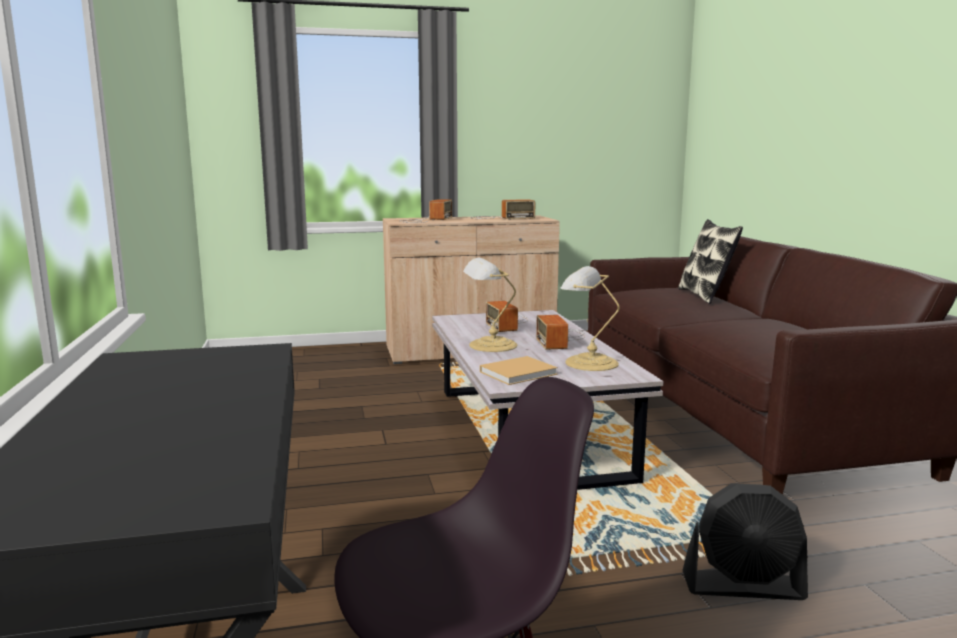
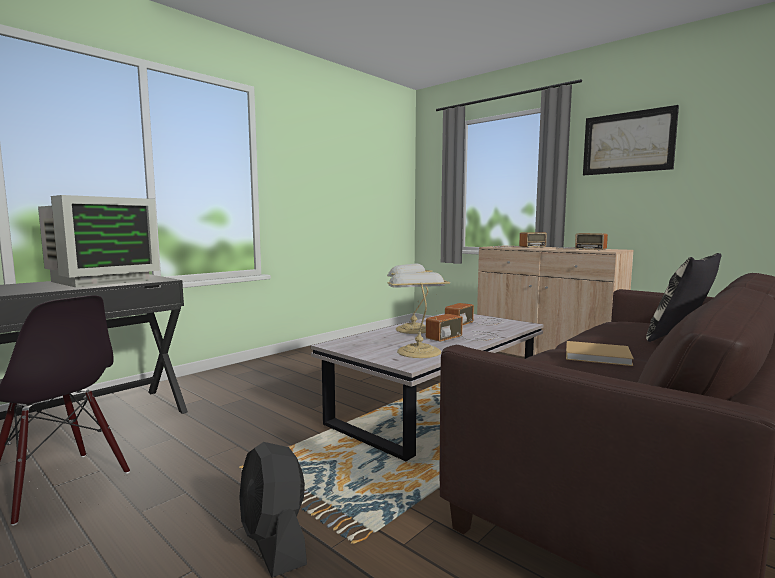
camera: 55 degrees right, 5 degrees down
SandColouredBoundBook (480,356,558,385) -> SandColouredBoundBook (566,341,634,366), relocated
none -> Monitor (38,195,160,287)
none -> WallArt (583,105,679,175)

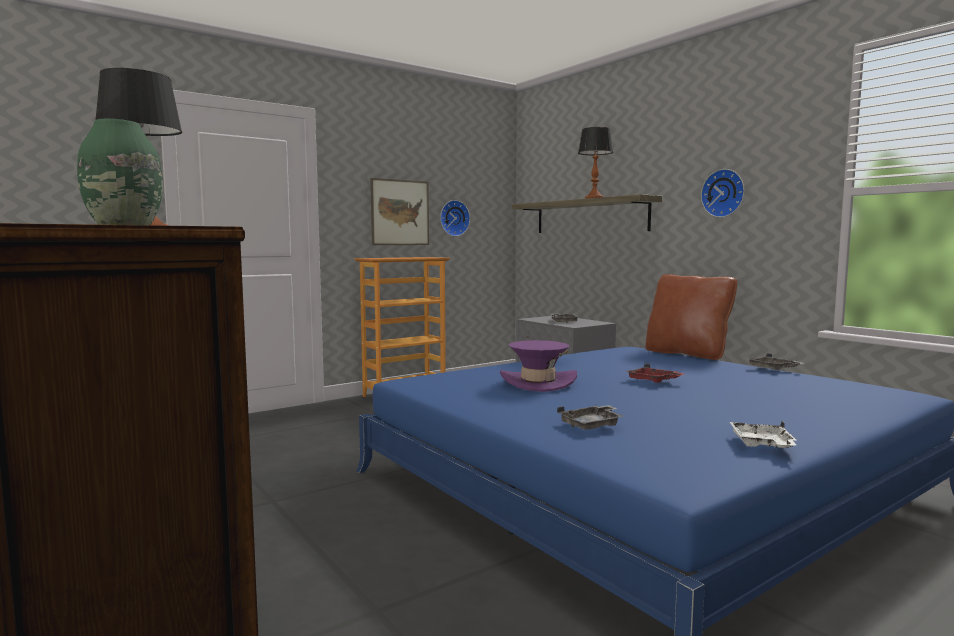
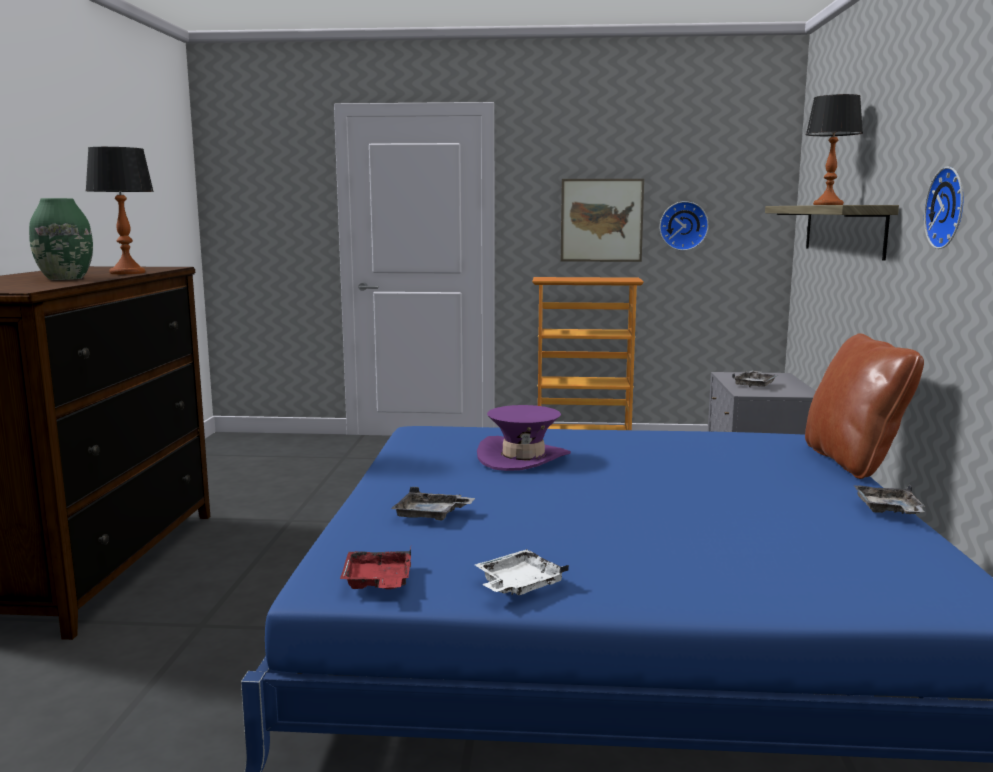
camera: 40 degrees right, 5 degrees up
RedCarryingTray (625,364,684,383) -> RedCarryingTray (340,547,411,589), relocated

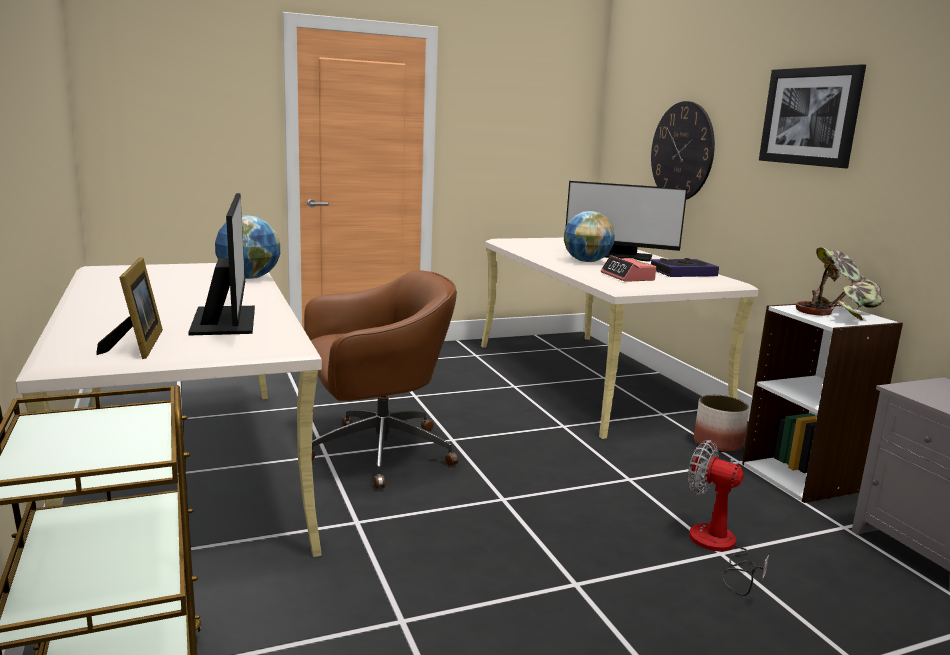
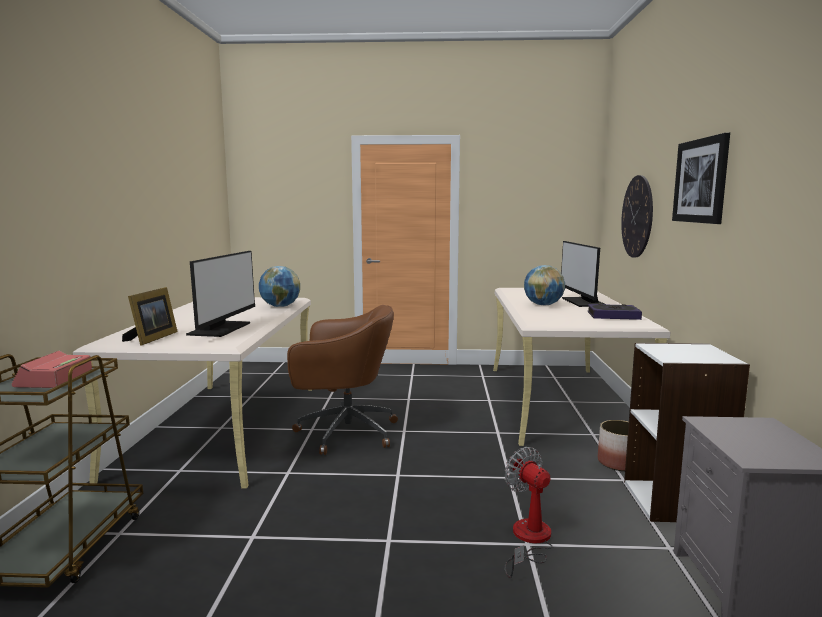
camera: 25 degrees right, 5 degrees down
Monitor (566,181,687,262) -> Monitor (561,241,607,307), 45 degrees clockwise
BedsideClock (601,255,656,282) -> BedsideClock (12,351,92,388), relocated
PottedPlant (796,247,884,320) -> none

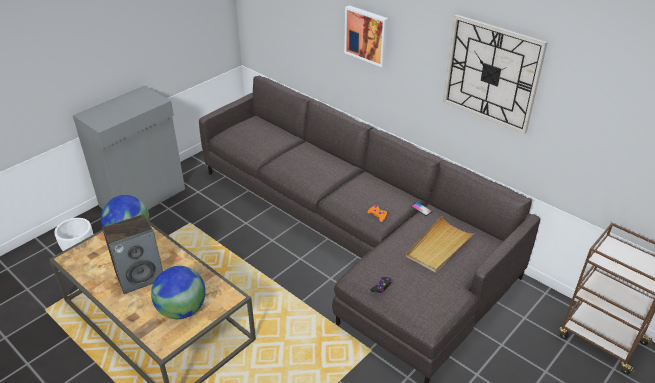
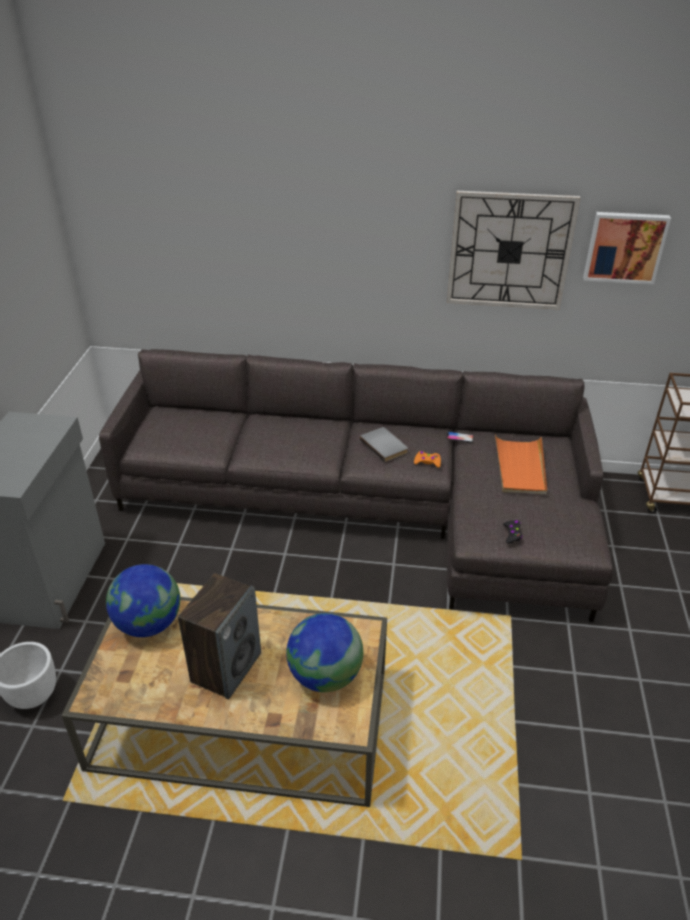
camera: 35 degrees left, 0 degrees up
WallArt (344,5,389,67) -> WallArt (583,212,671,284), relocated
SandColouredCarryingTray (406,216,476,273) -> OrangeColouredCarryingTray (495,435,547,495)
none -> GreyBoundBook (360,427,408,462)

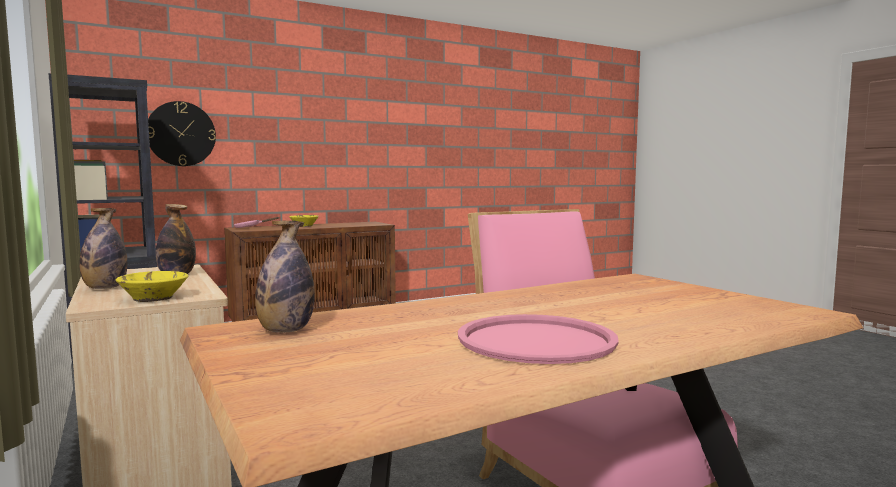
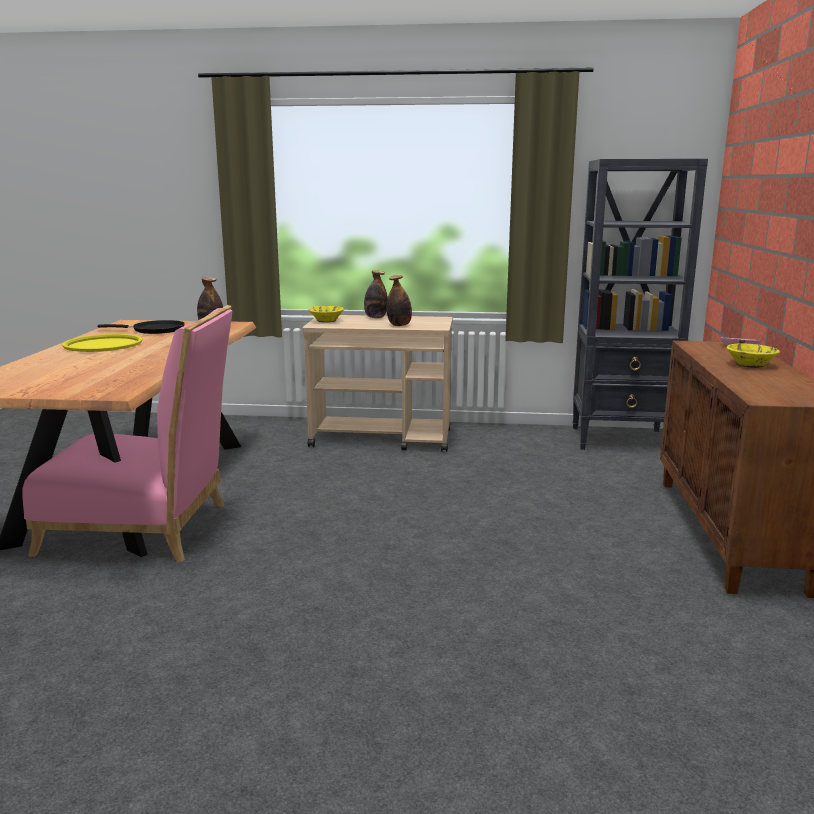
camera: 125 degrees right, 10 degrees up
ClockOnTheWall (148,101,216,166) -> none
PinkishCarryingTray (458,314,619,364) -> YellowishCarryingTray (62,334,143,352)
none -> BlackishFryingPan (98,320,185,334)

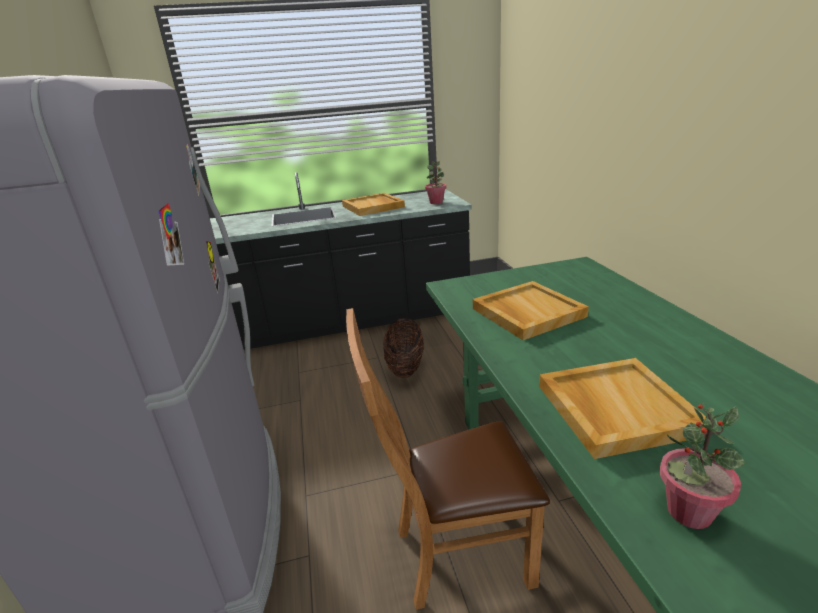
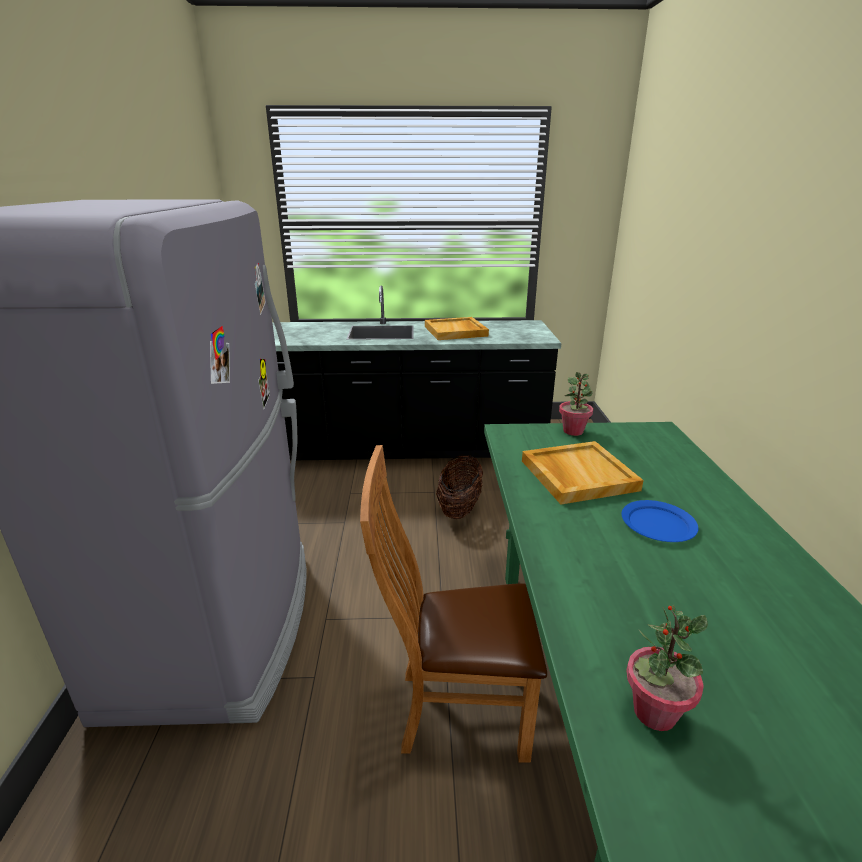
camera: 10 degrees right, 0 degrees up
PottedPlant (425,161,446,204) -> PottedPlant (559,372,593,436), relocated
SandColouredCarryingTray (539,358,705,459) -> none
none -> BlueFlatDish (622,500,698,542)

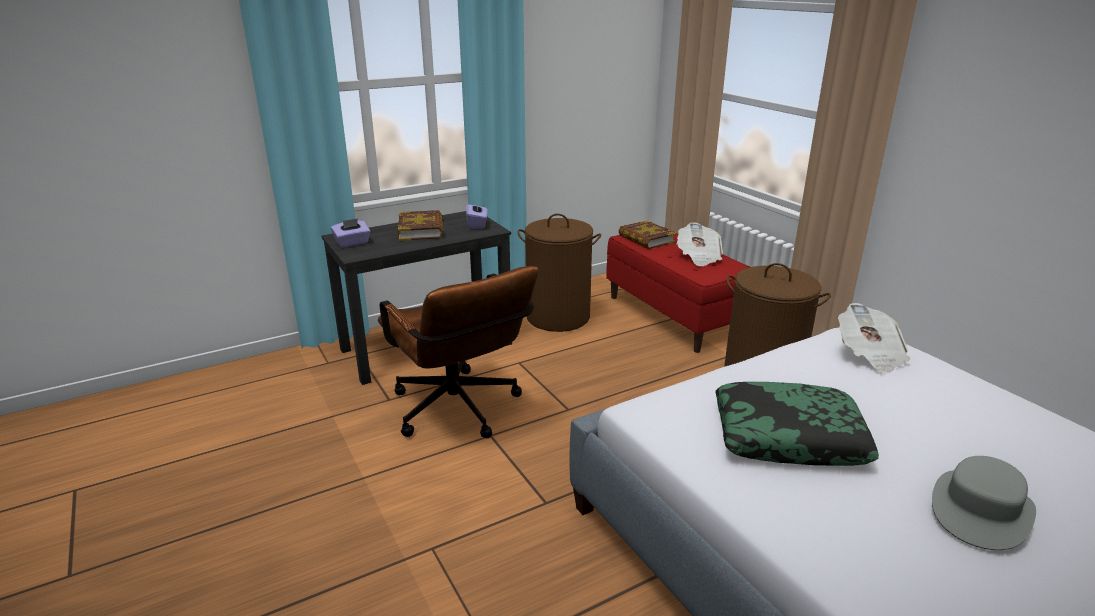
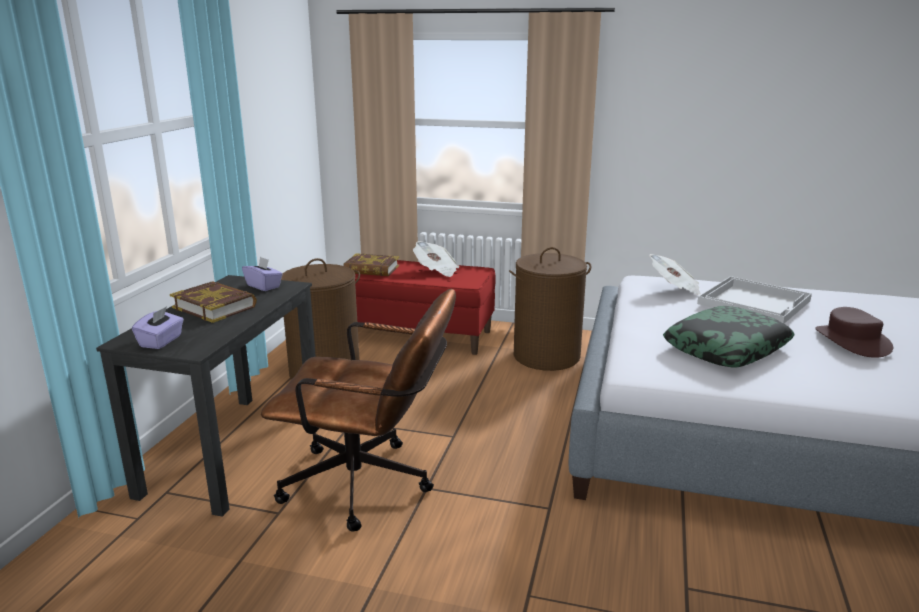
camera: 45 degrees left, 5 degrees down
GreyClothingHat (932,456,1036,550) -> BrownishClothingHat (815,307,893,358)
none -> WhiteColouredCarryingTray (697,276,812,324)

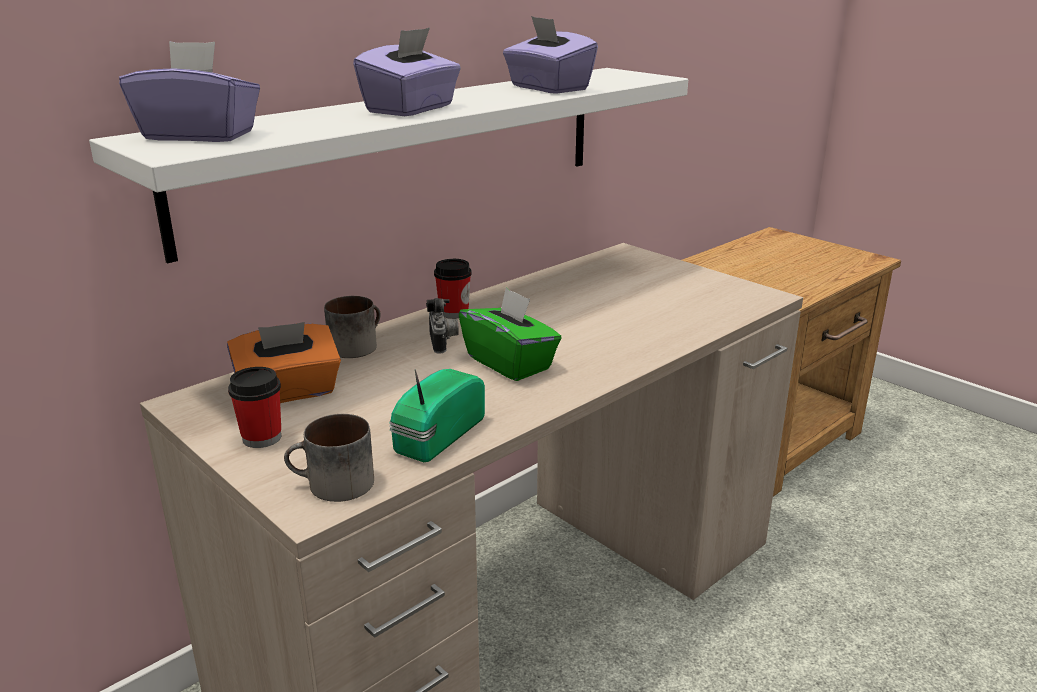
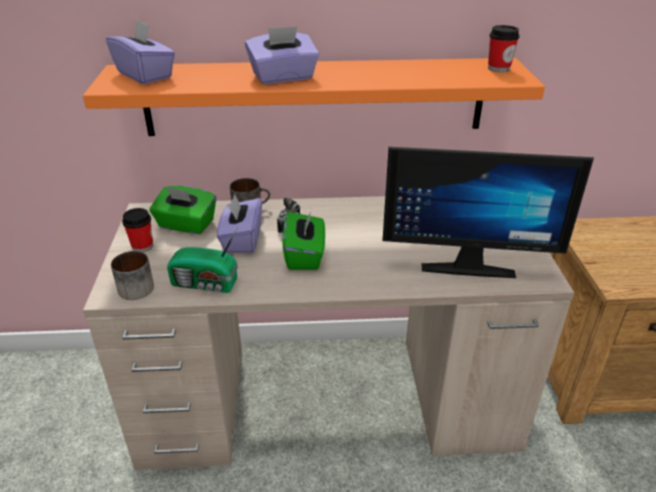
camera: 40 degrees right, 10 degrees up
WhiteColouredBracketShelf (89,68,688,263) -> OrangeColouredBracketShelf (83,58,545,136)
OrangeColouredTissueBox (227,322,341,403) -> GreenishTissueBox (149,186,216,234)
RadioReceiver (389,369,485,462) -> RadioReceiver (167,227,238,293), 150 degrees counterclockwise
SmallCup (434,259,472,319) -> SmallCup (488,25,520,72), relocated
PurplishTissueBox (503,16,598,94) -> PurplishTissueBox (217,194,262,253), relocated
none -> Monitor (382,147,594,278)

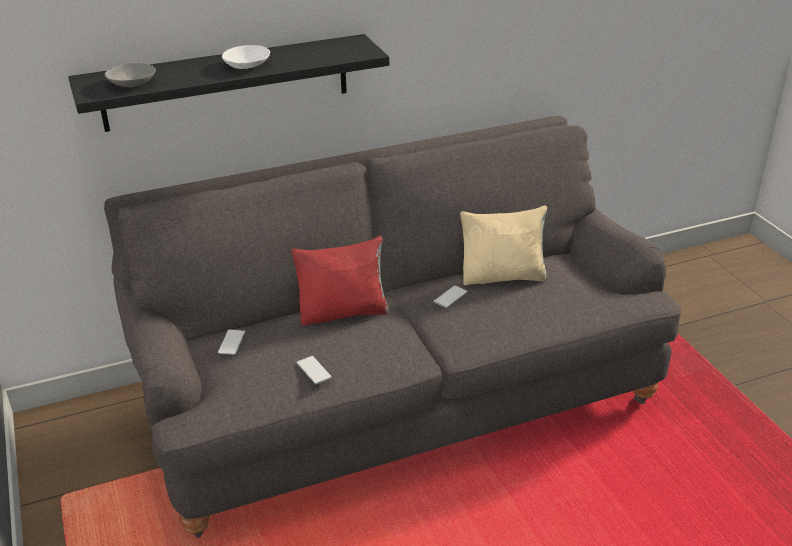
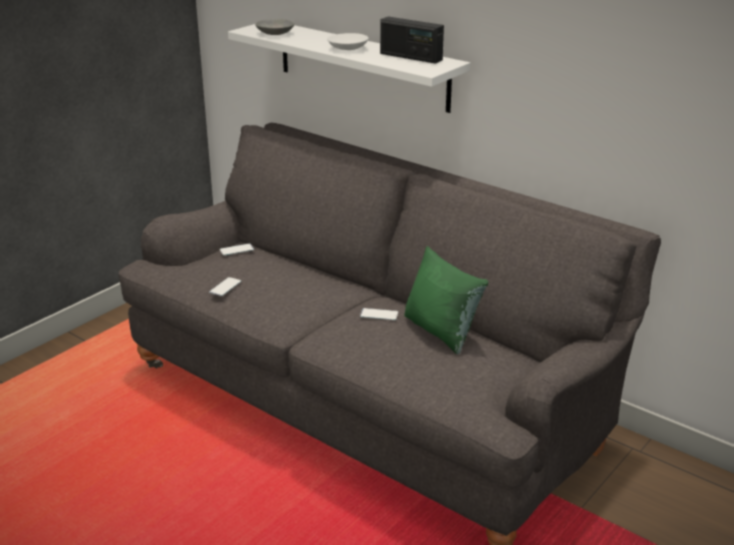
camera: 60 degrees right, 5 degrees down
BlackishBracketShelf (68,34,389,132) -> WhiteColouredBracketShelf (228,24,470,113)
RedPillow (291,236,389,326) -> none
SandColouredPillow (460,205,547,285) -> GreenishPillow (404,246,489,354)
none -> RadioReceiver (380,17,444,64)

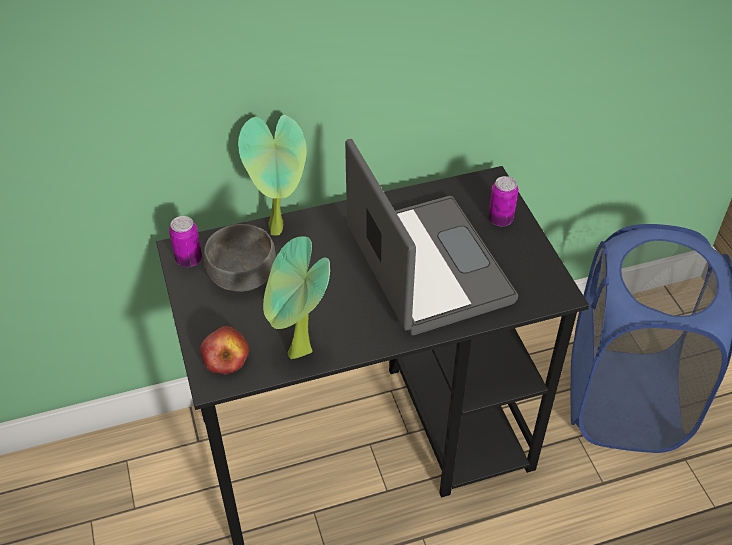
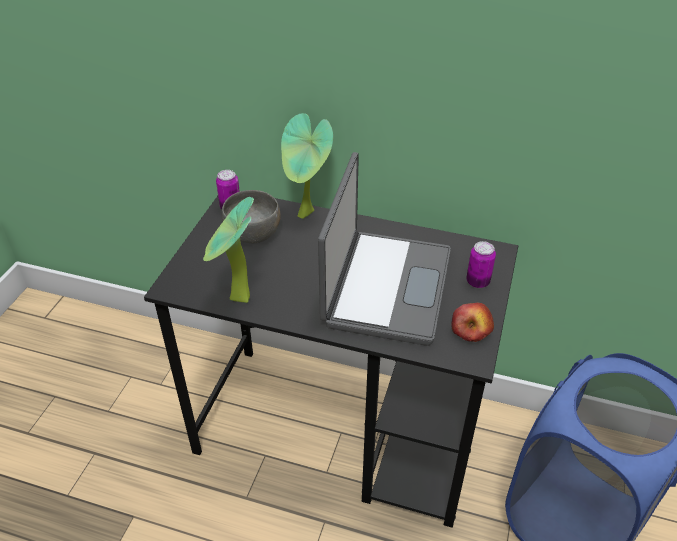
camera: 35 degrees right, 5 degrees down
AppleFruit (200,326,250,374) -> AppleFruit (451,303,494,342), relocated

